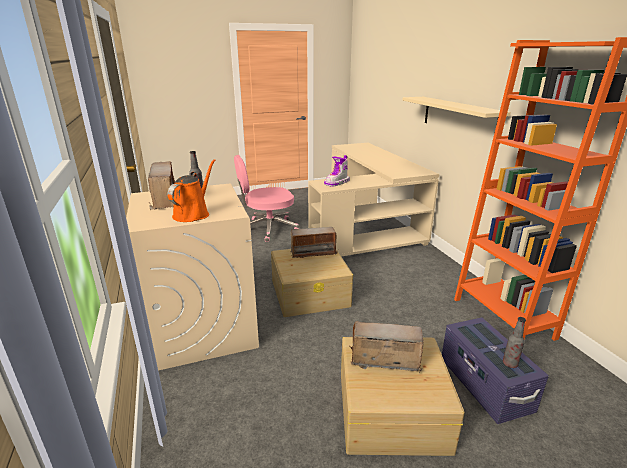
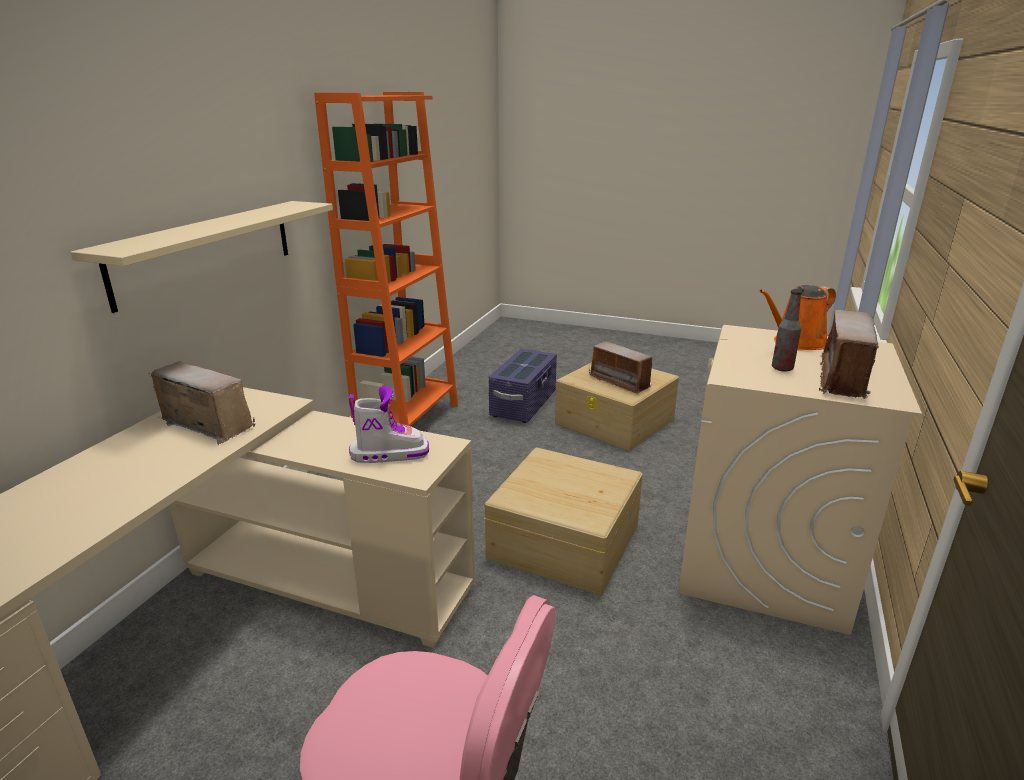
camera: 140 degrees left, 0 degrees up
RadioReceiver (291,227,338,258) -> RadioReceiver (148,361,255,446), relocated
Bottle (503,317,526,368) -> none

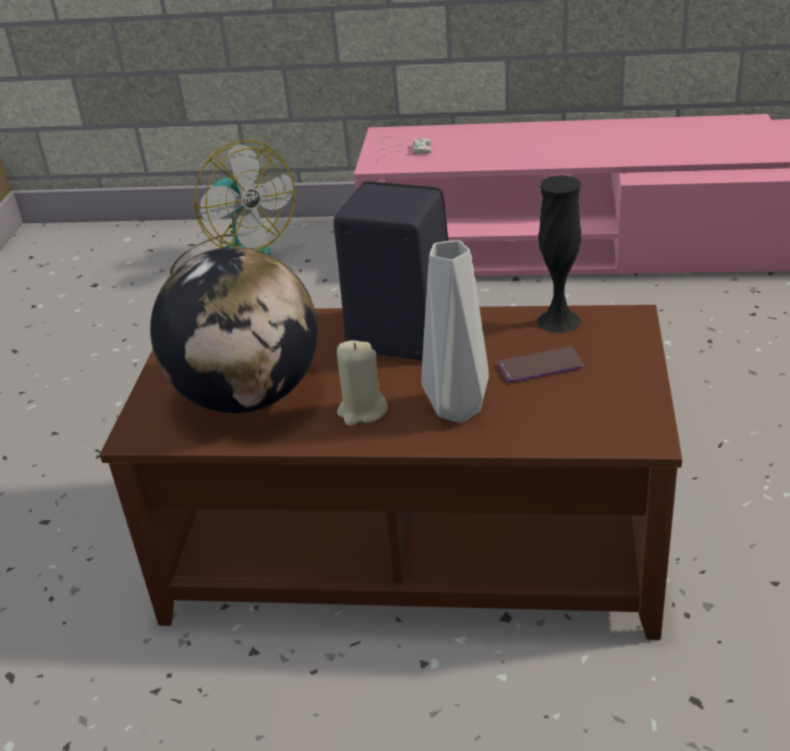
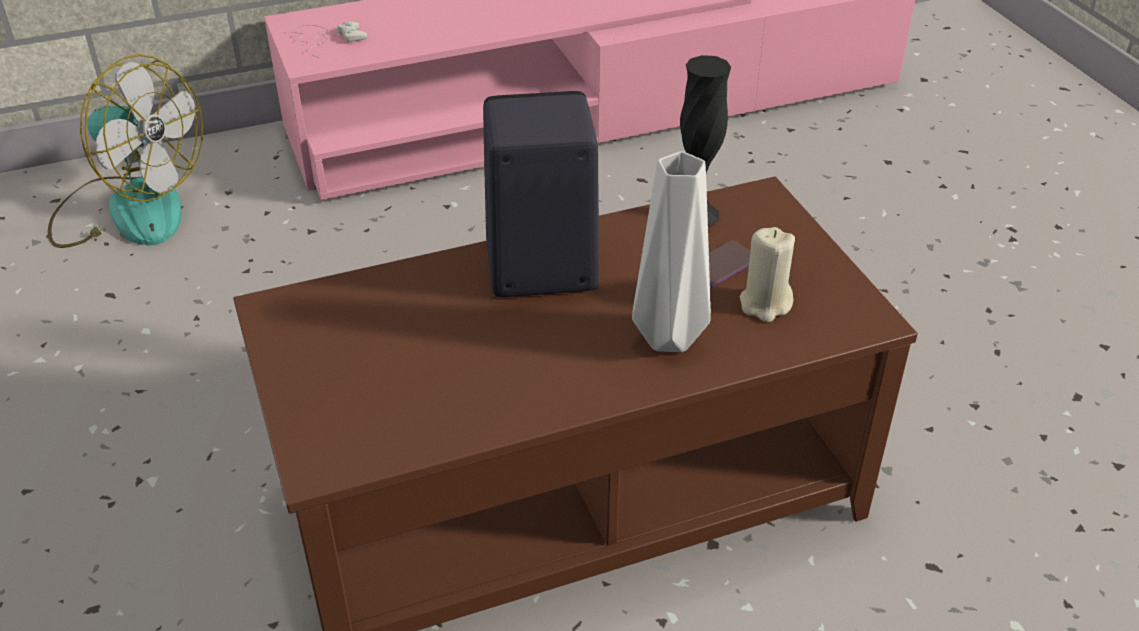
camera: 30 degrees left, 5 degrees up
WorldGlobe (150,247,318,413) -> none
SandColouredCandle (337,340,388,426) -> SandColouredCandle (740,227,795,322), relocated

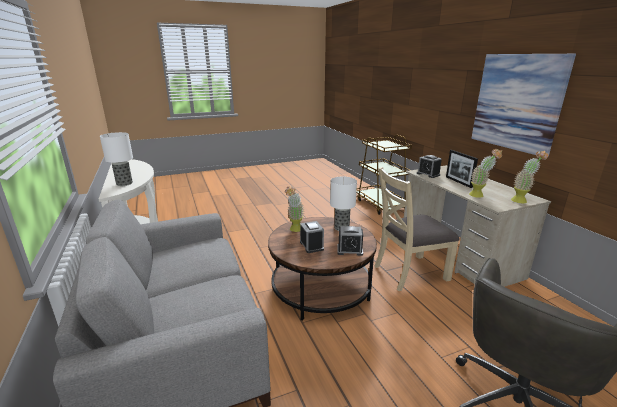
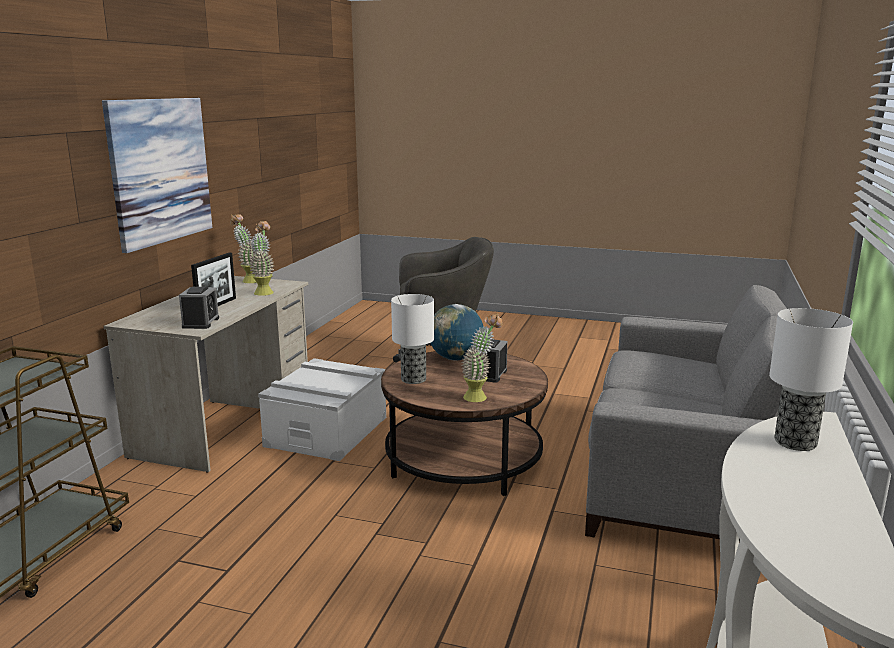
camera: 140 degrees left, 5 degrees down
BedsideClock (337,226,363,256) -> WorldGlobe (431,304,484,361)
SandColouredUprightChair (375,167,460,291) -> WhiteColouredStorageBin (258,358,386,461)

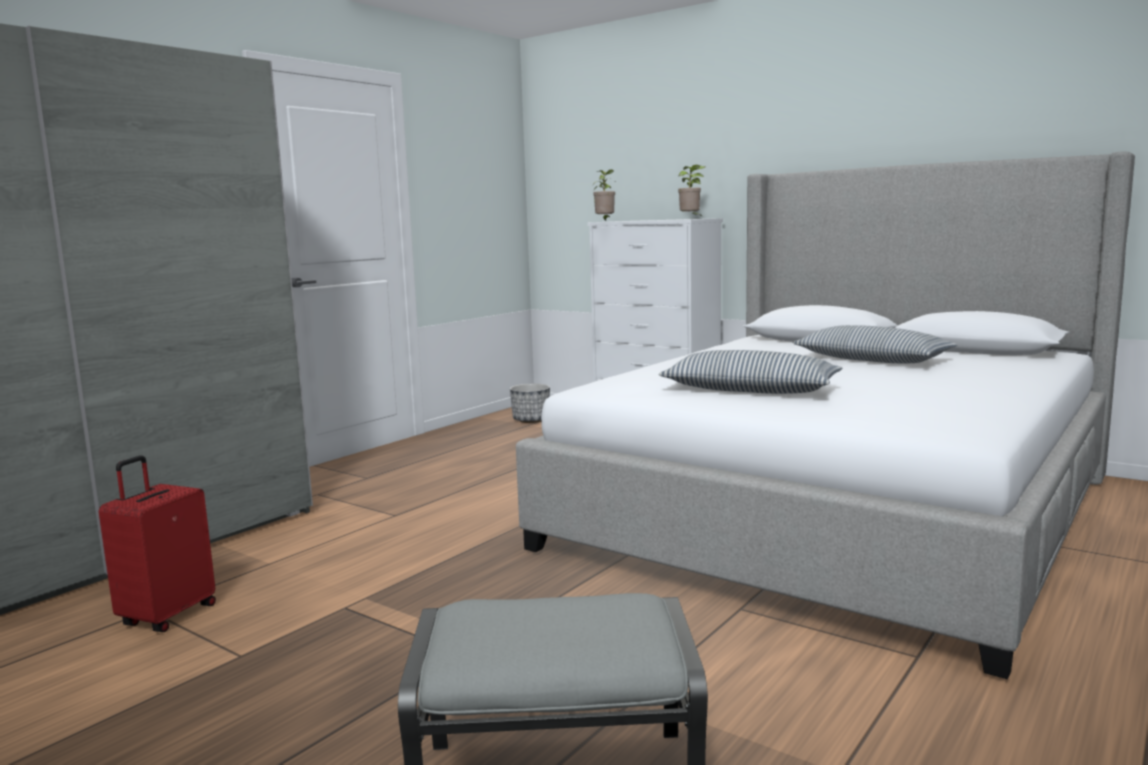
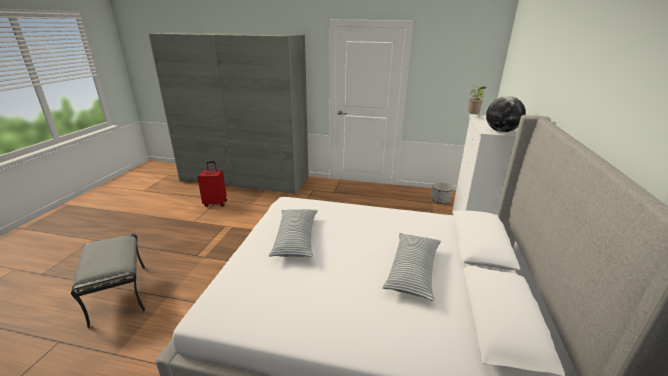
camera: 65 degrees right, 15 degrees up
PottedPlant (678,165,705,218) -> WorldGlobe (486,96,526,132)

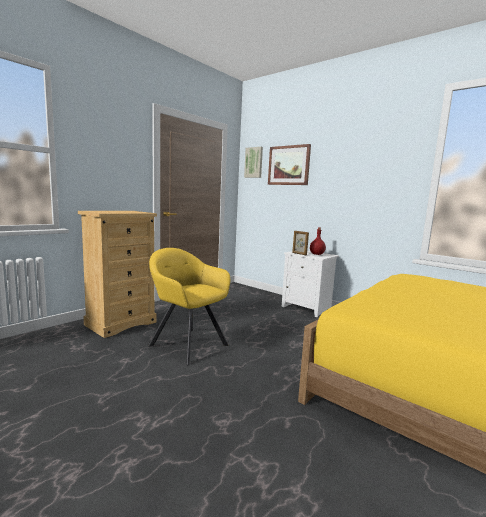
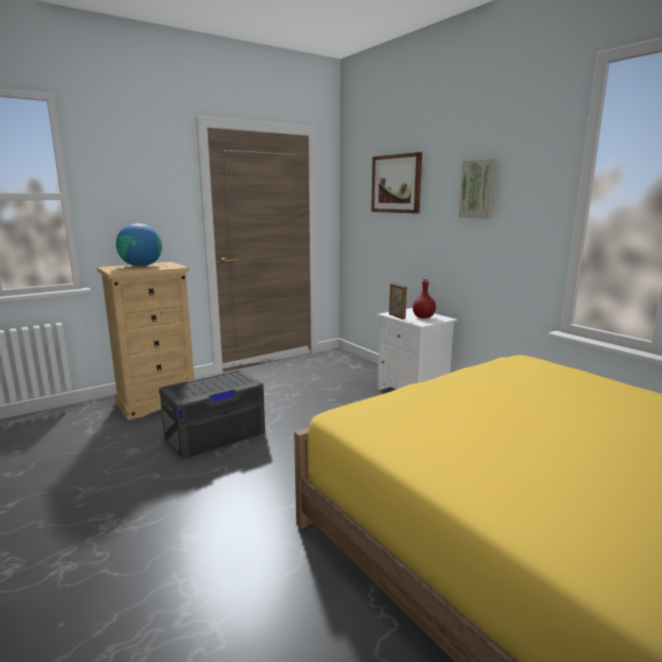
camera: 15 degrees right, 5 degrees up
YellowishArmchair (148,248,230,365) -> GreyStorageBin (160,370,265,459)
WallArt (244,147,263,178) -> WallArt (458,159,497,219), relocated
none -> WorldGlobe (116,223,162,266)

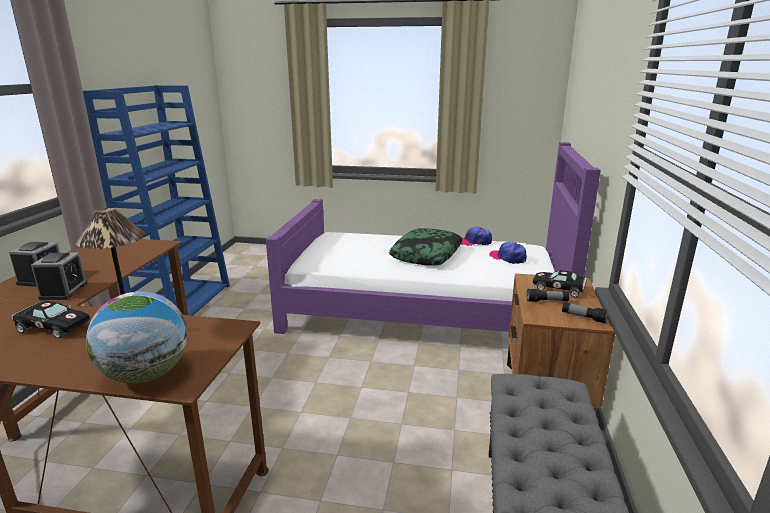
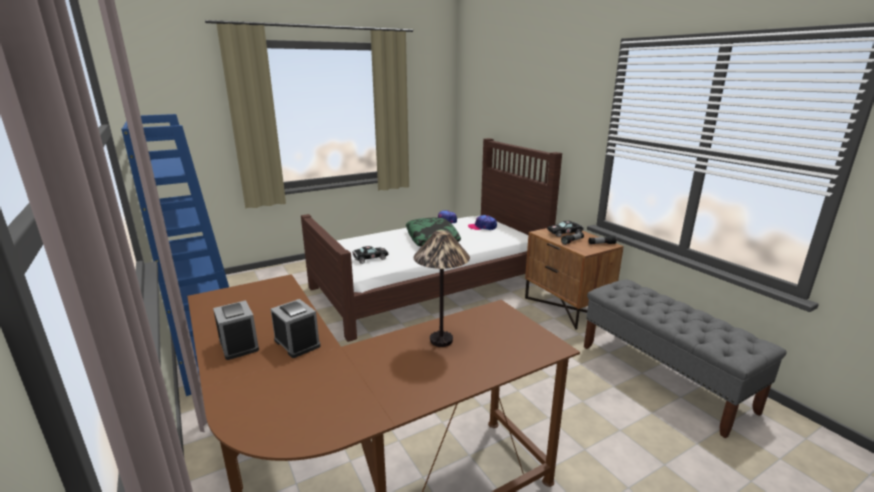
camera: 40 degrees left, 0 degrees up
BlackishToyCar (11,301,90,338) -> BlackishToyCar (352,246,388,264), relocated
WorldGlobe (86,291,188,384) -> none
PurplishBedroomBed (266,142,601,334) -> BrownishBedroomBed (301,138,562,342)

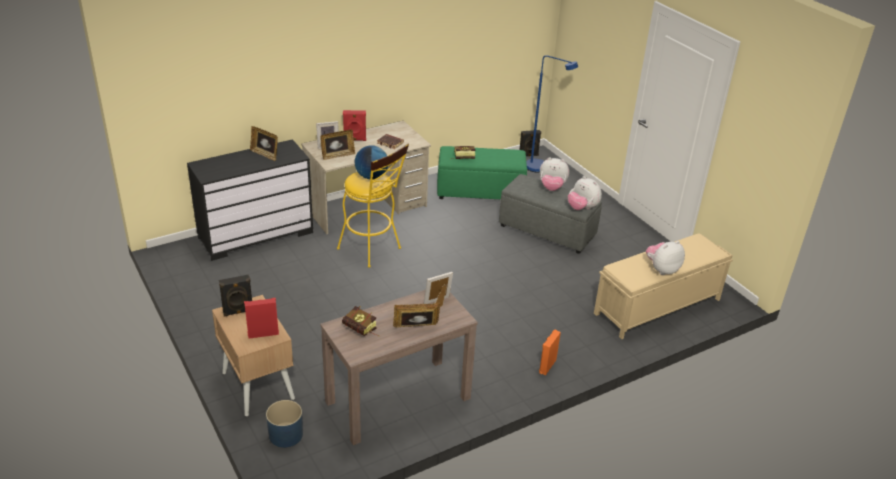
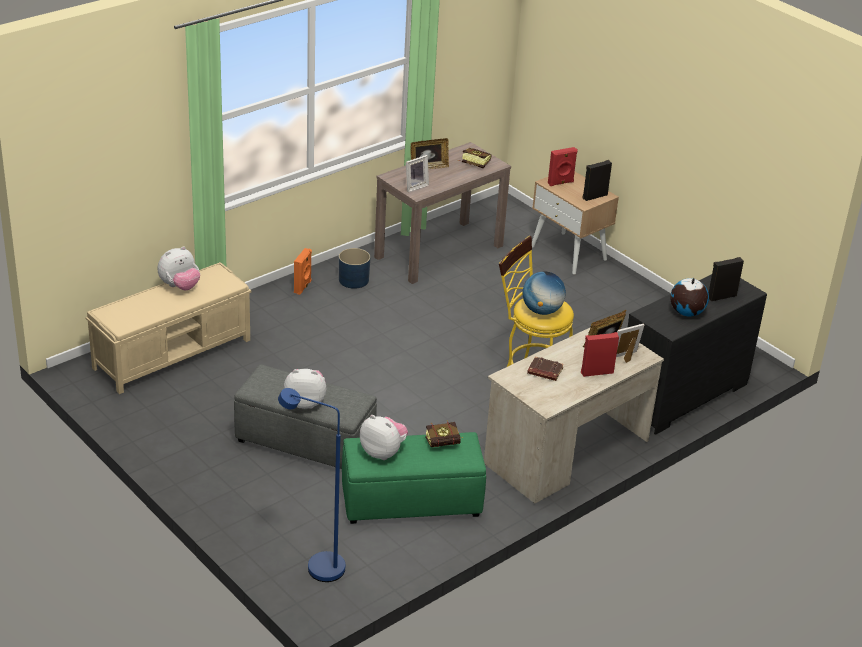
camera: 170 degrees right, 0 degrees up
PhotoFrame (250,126,278,161) -> WorldGlobe (670,278,709,317)
BlueFlowerPot (266,400,303,448) -> BlueFlowerPot (339,248,370,289), relocated
BlackishAudioSpeaker (519,130,541,156) -> BlackishAudioSpeaker (709,257,744,301), relocated
SoftToy (568,176,602,210) -> SoftToy (360,415,408,460), relocated

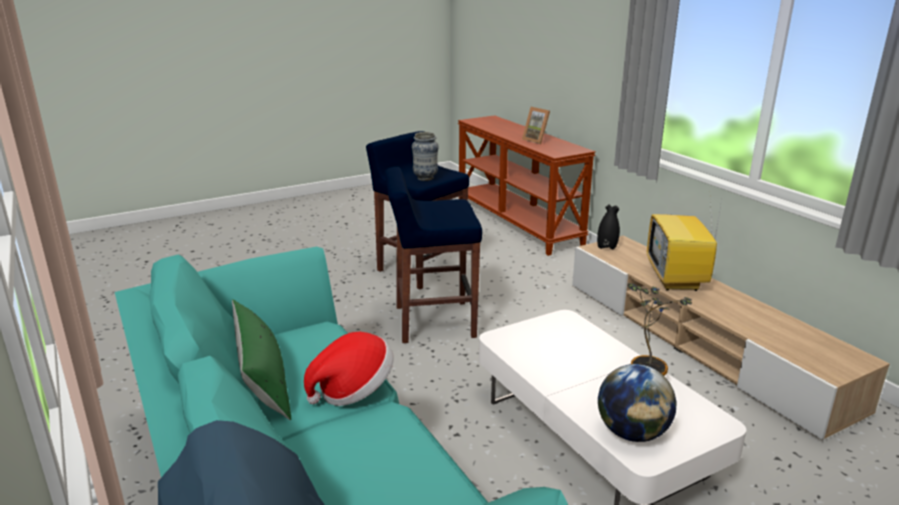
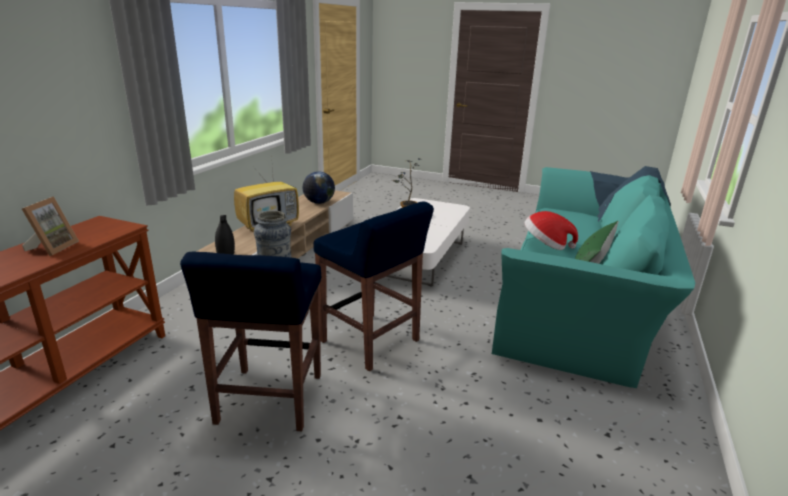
camera: 130 degrees left, 0 degrees up
WorldGlobe (598,364,676,442) -> WorldGlobe (303,171,335,204), relocated

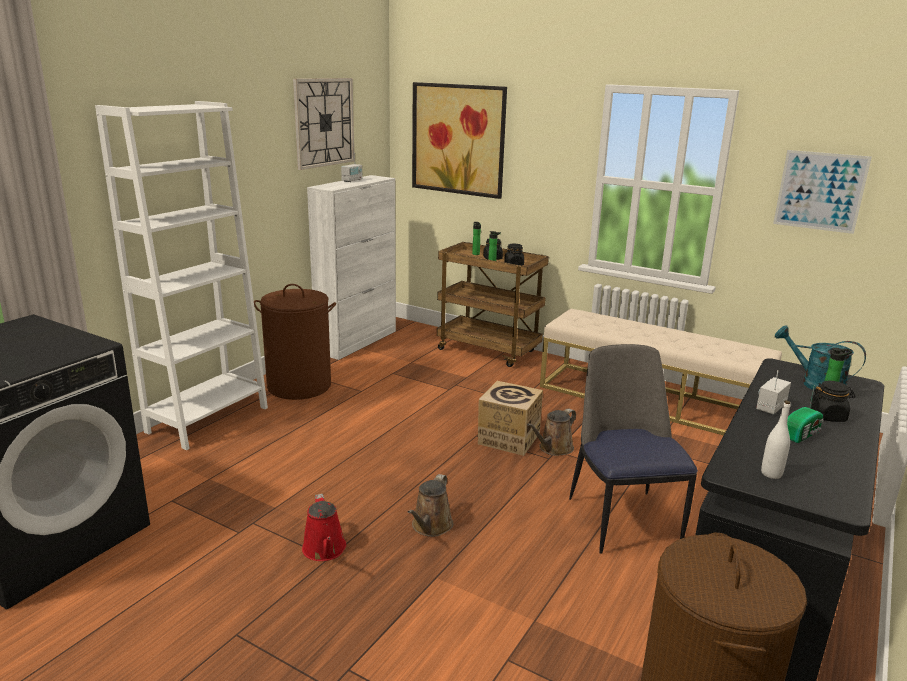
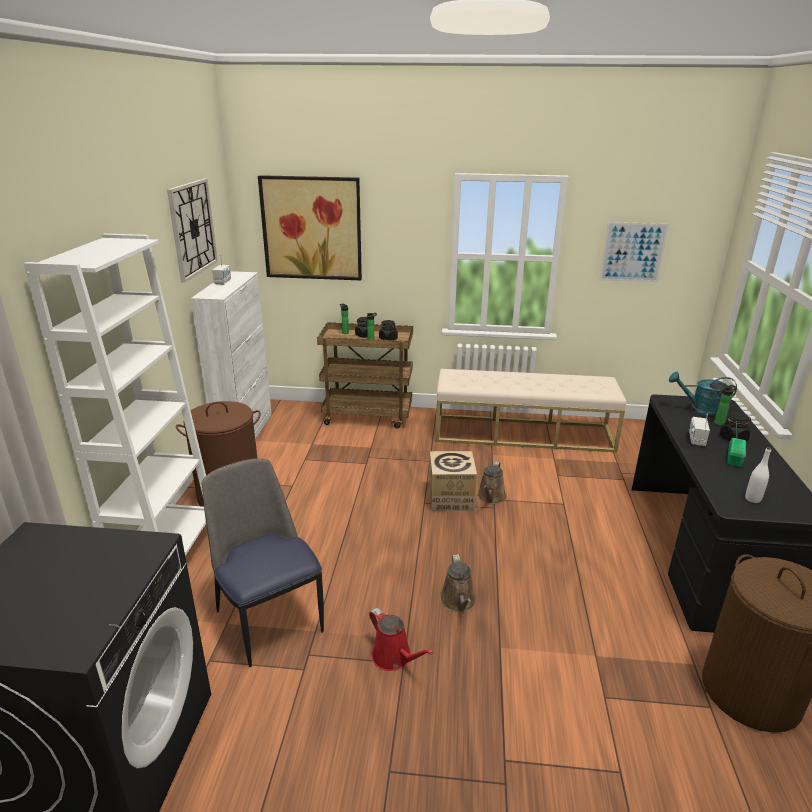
camera: 25 degrees left, 5 degrees up
UprightChair (569,344,698,554) -> UprightChair (202,458,324,667), relocated

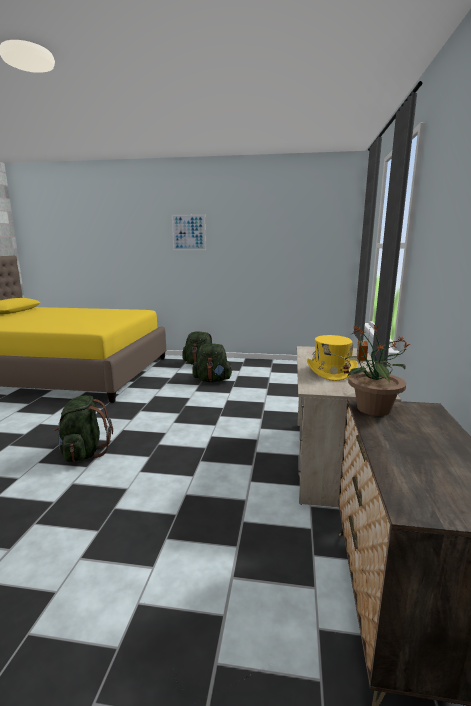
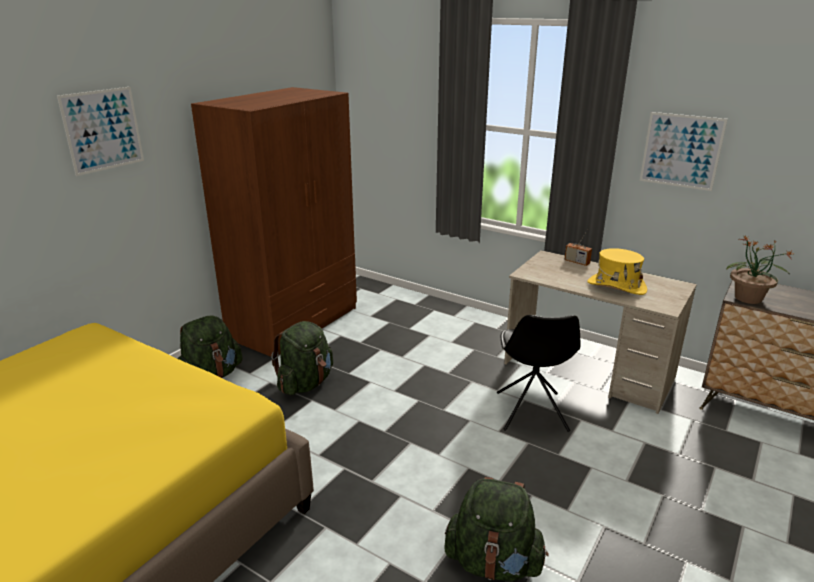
camera: 65 degrees left, 10 degrees up
none -> BrownishArmoire (191,87,357,357)
none -> BlackishUprightChair (497,315,580,432)
none -> WallArt (640,112,728,191)

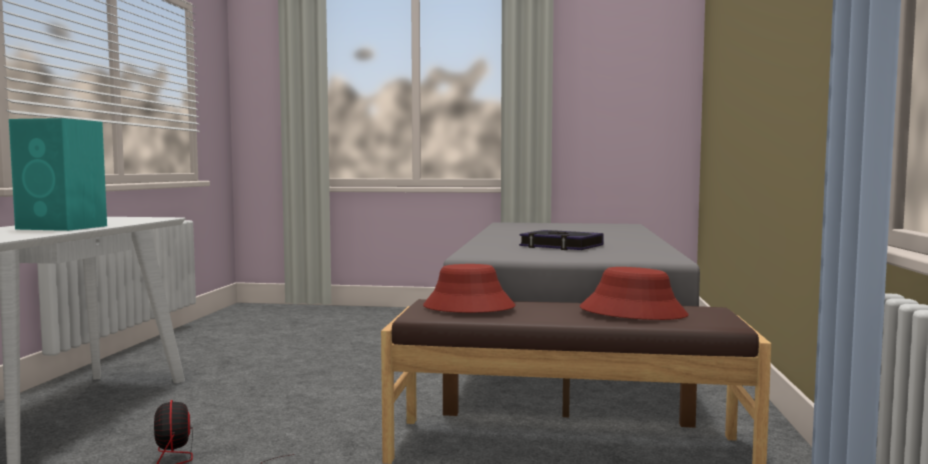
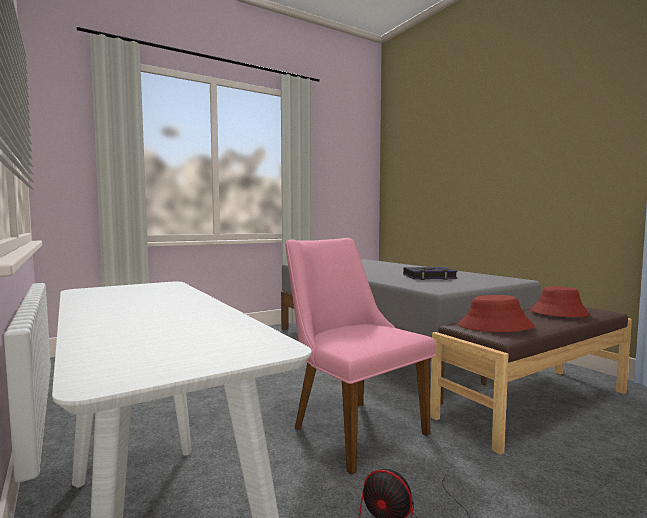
camera: 40 degrees left, 0 degrees up
BlueGreenAudioSpeaker (9,118,107,231) -> none
none -> PinkishUprightChair (285,238,437,475)

